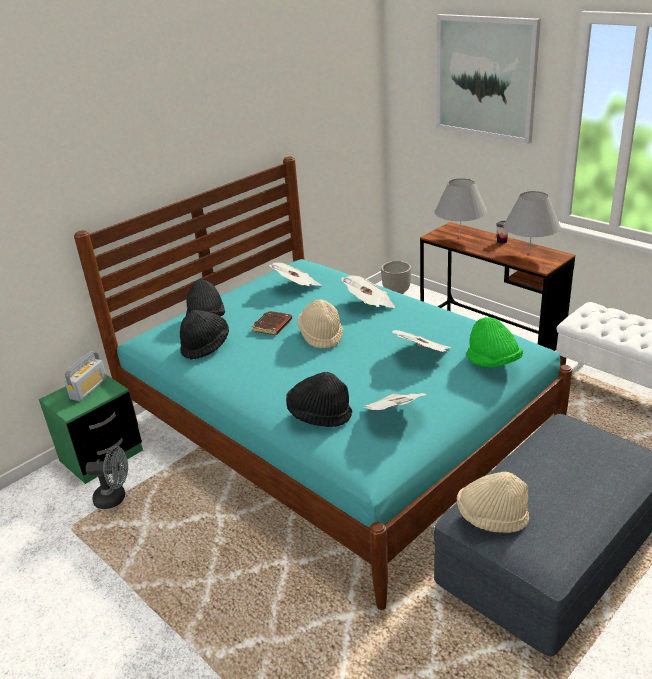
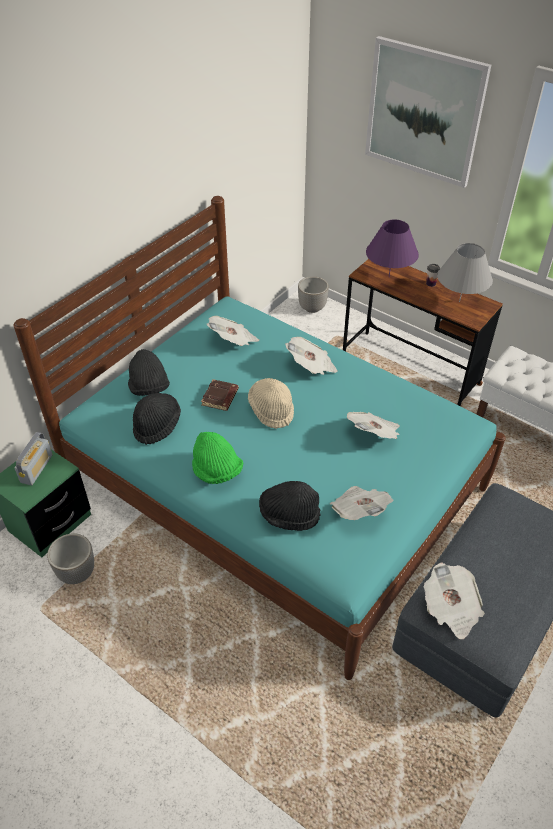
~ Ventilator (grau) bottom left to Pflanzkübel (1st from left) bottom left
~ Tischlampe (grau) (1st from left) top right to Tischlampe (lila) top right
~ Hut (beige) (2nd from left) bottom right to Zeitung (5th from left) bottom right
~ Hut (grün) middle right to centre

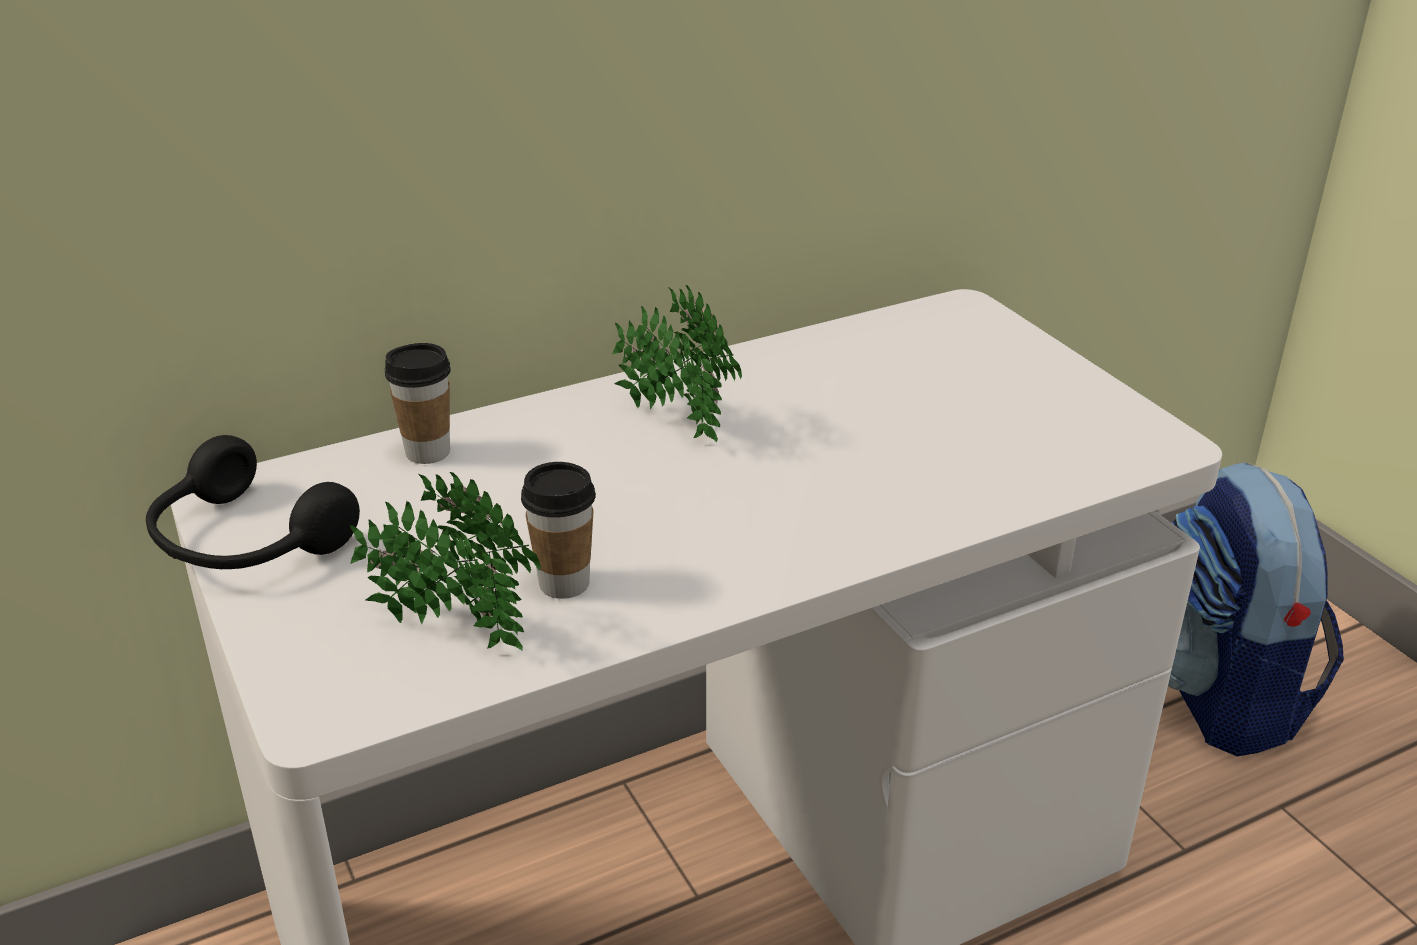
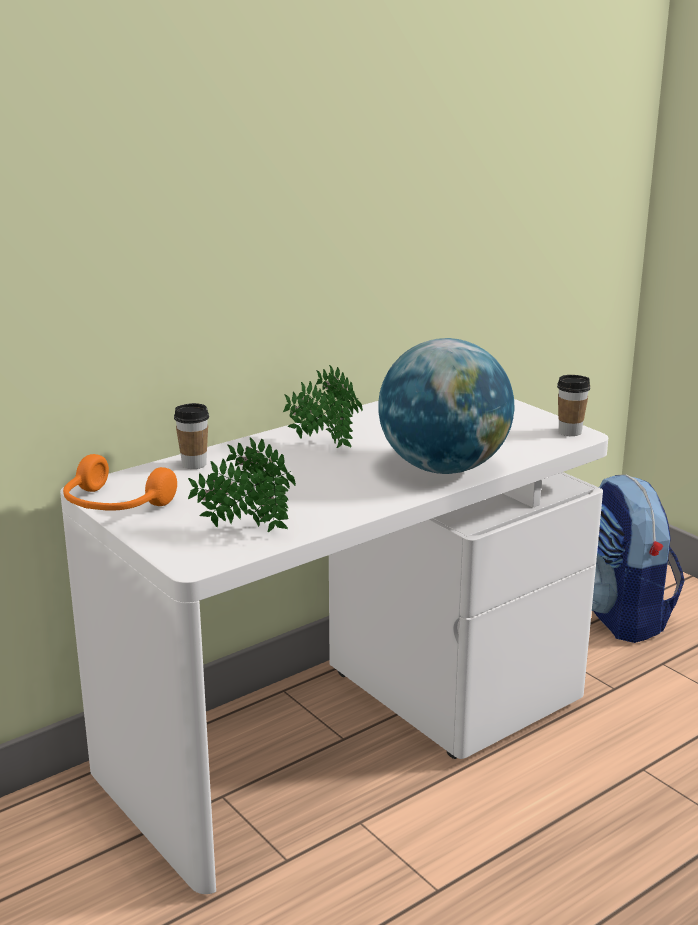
~ Kopfhörer (schwarz) middle left to Kopfhörer (orange) middle left
~ Tasse (2nd from left) centre to middle right
+ Globus centre

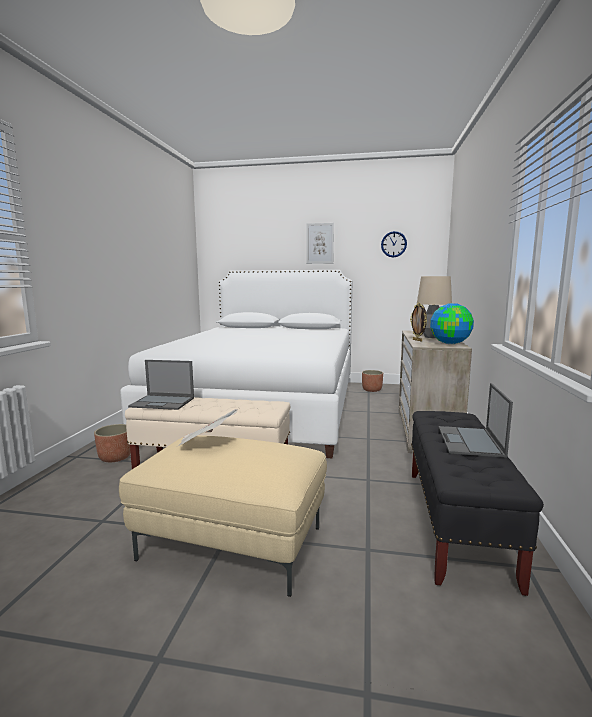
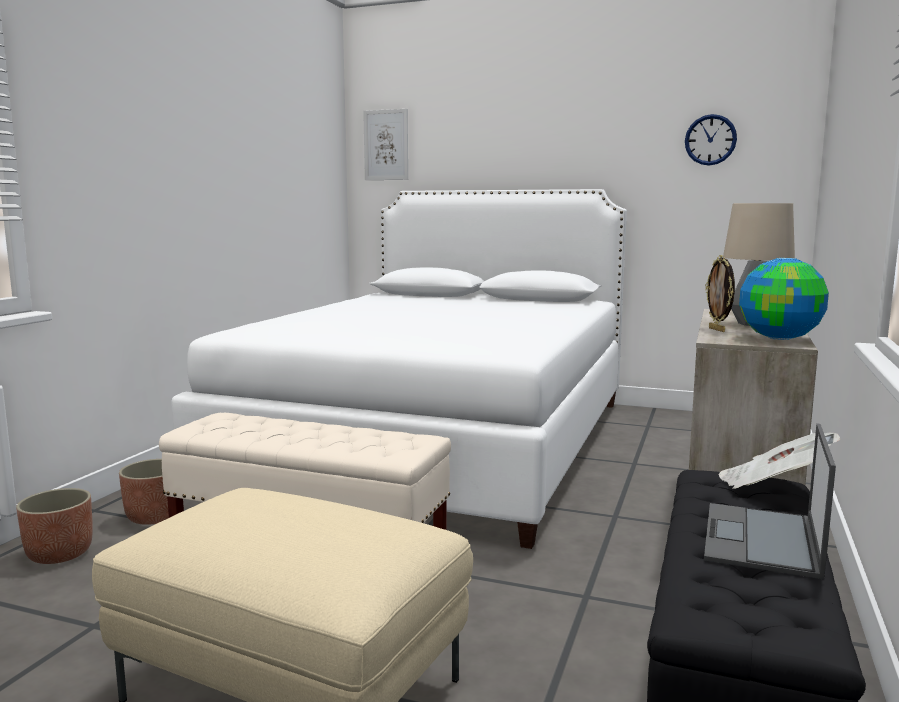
- Laptop (1st from left) middle left
~ Zeitung centre to middle right
~ Bild centre to top centre
~ Pflanzkübel (2nd from left in the first image) centre to Pflanzkübel (1st from left) bottom left

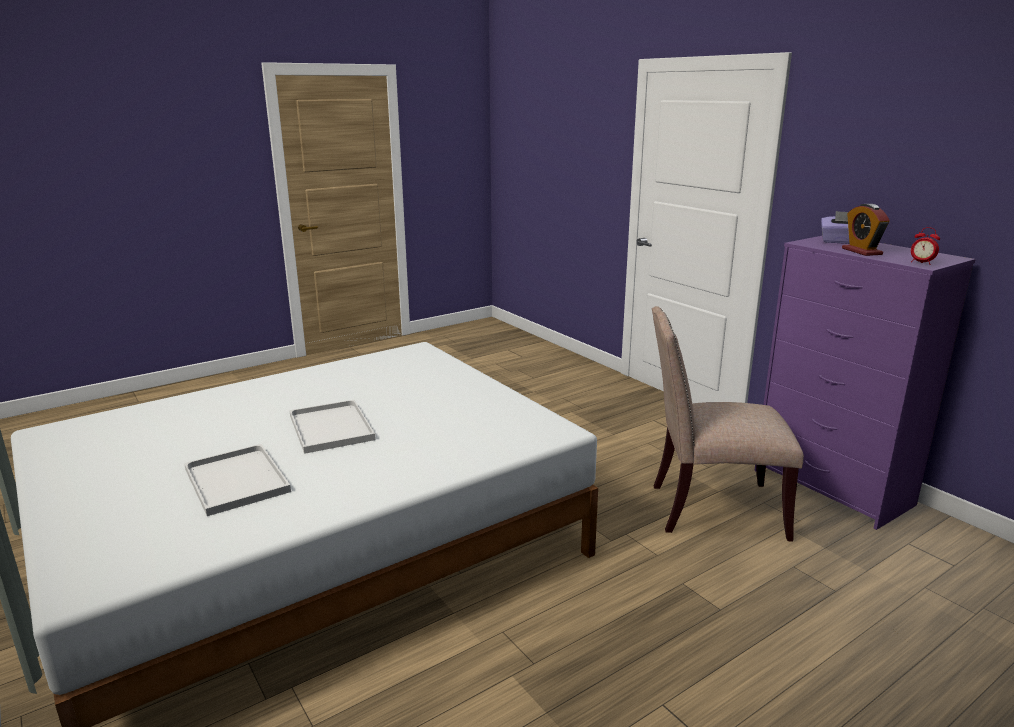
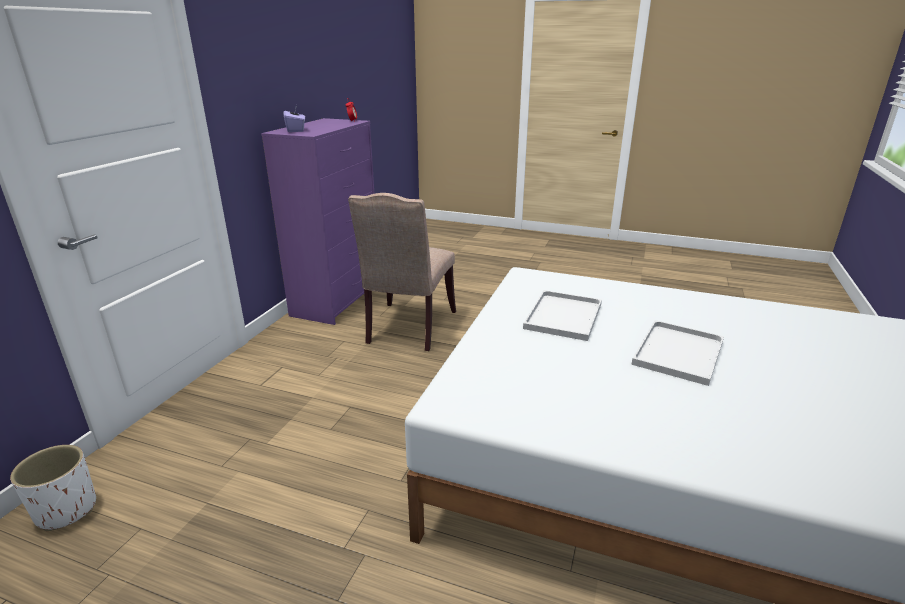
~ Tablett (weiß) (1st from left) middle left to centre
~ Stuhl (beige) middle right = centre 45 degrees clockwise
- Wecker (1st from left) top right
+ Pflanzkübel (weiß) bottom left

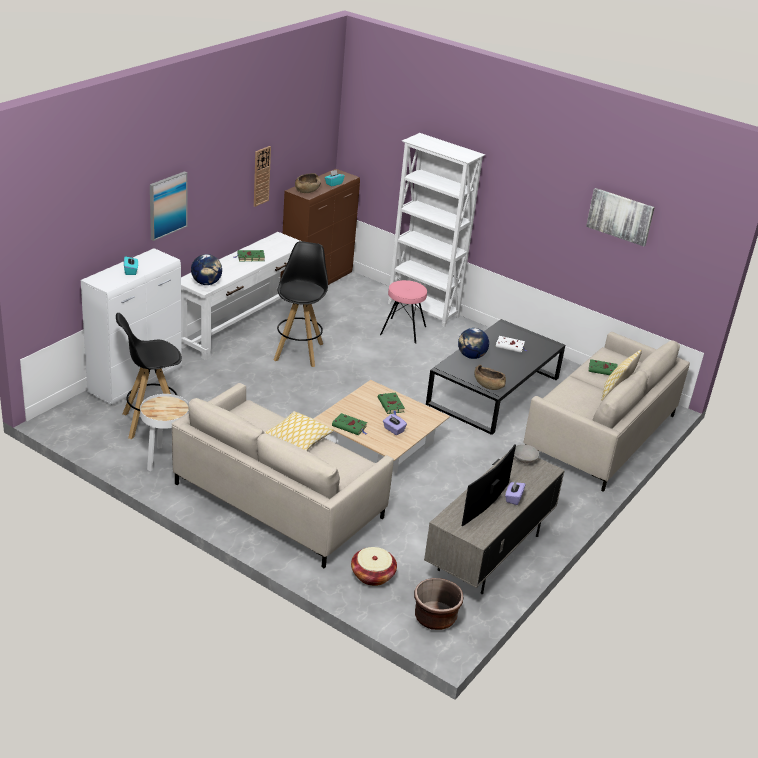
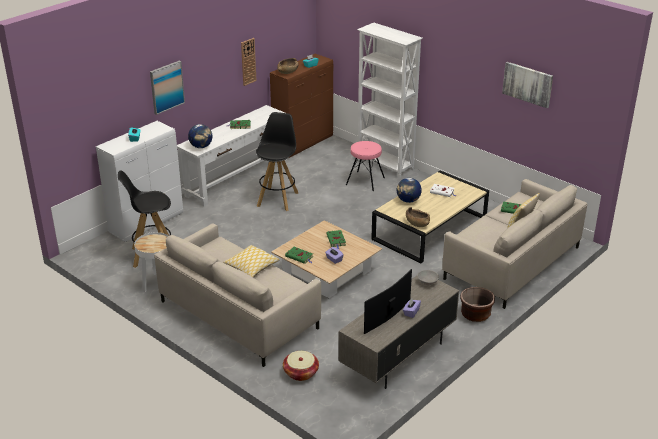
~ Pflanzkübel (braun) bottom centre to bottom right
~ Couchtisch (schwarz) centre to Couchtisch (beige) (2nd from left) centre

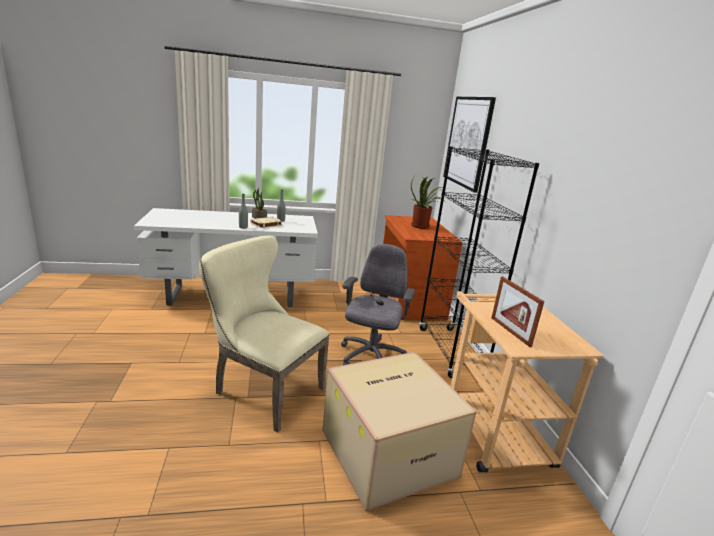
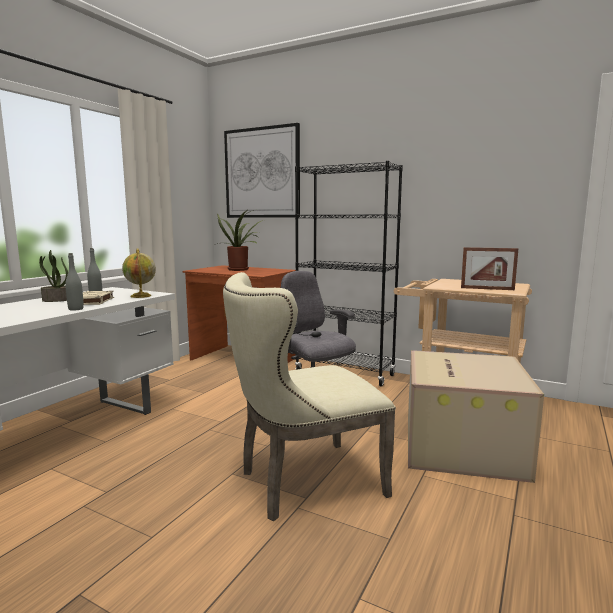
+ Globus middle left

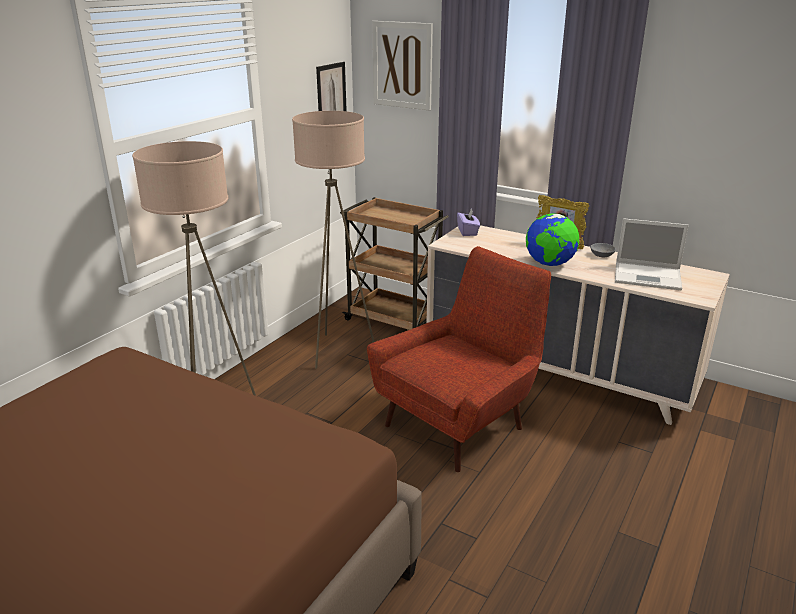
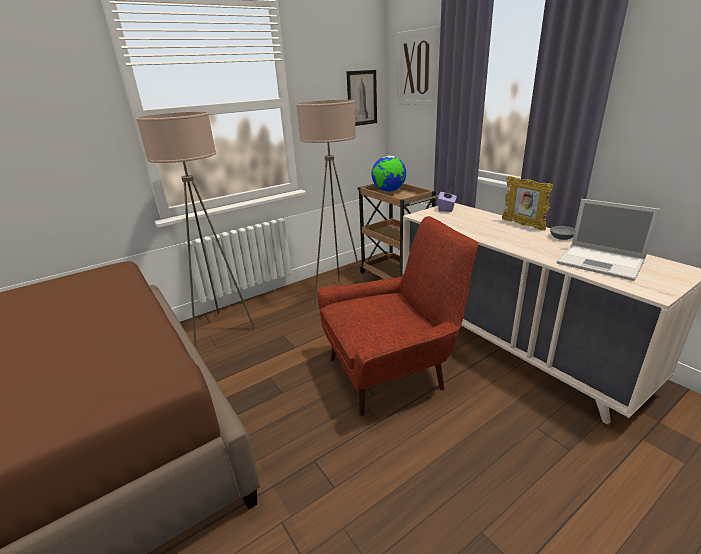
~ Globus middle right to top centre

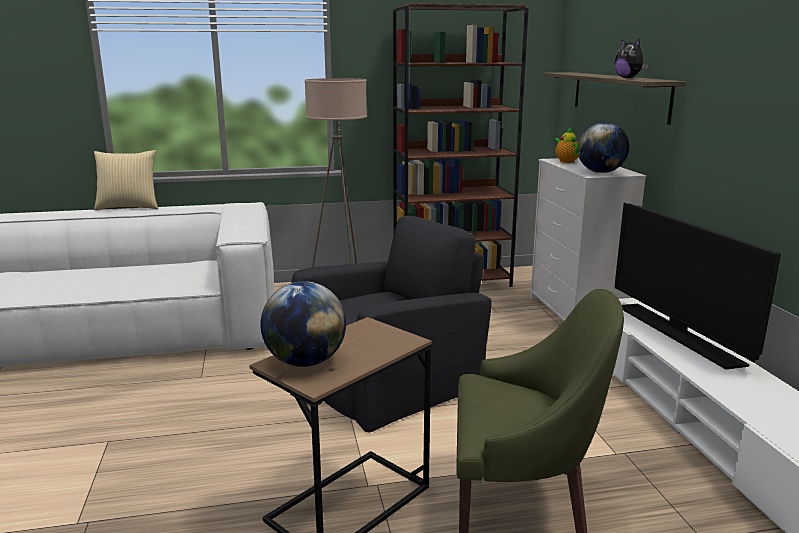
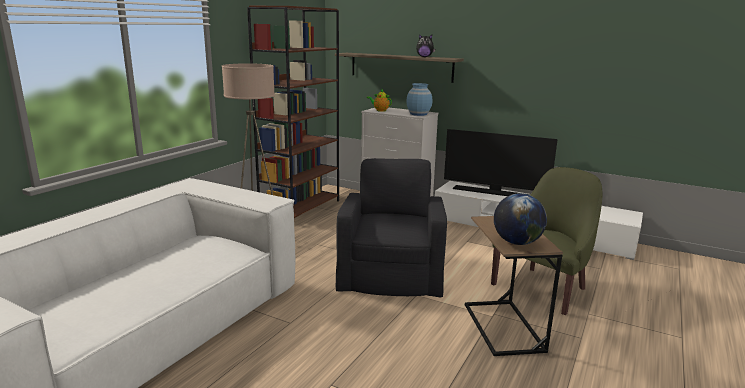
- Kissen middle left
~ Globus (2nd from left) top right to Vase (blau) top centre

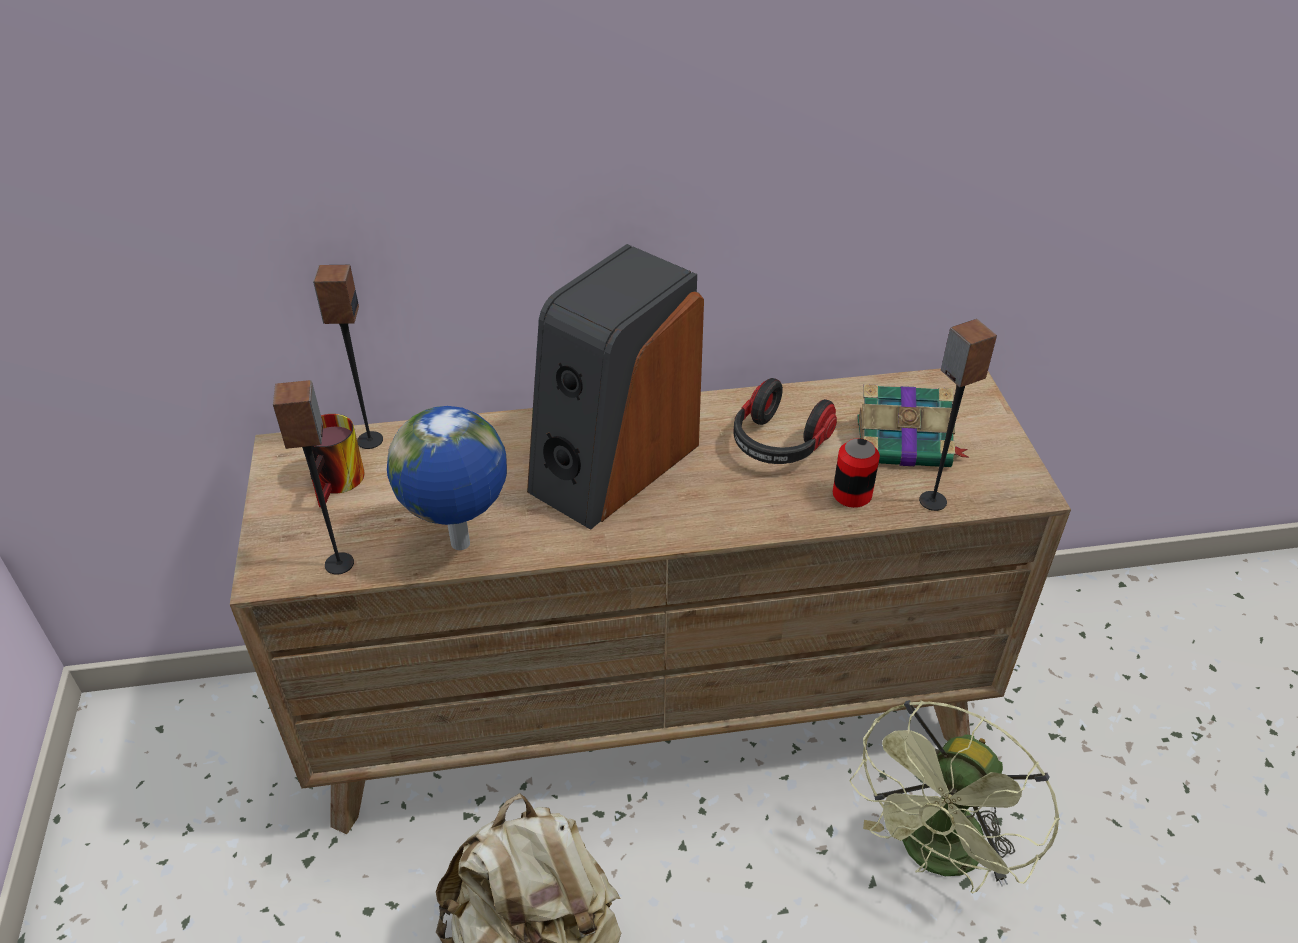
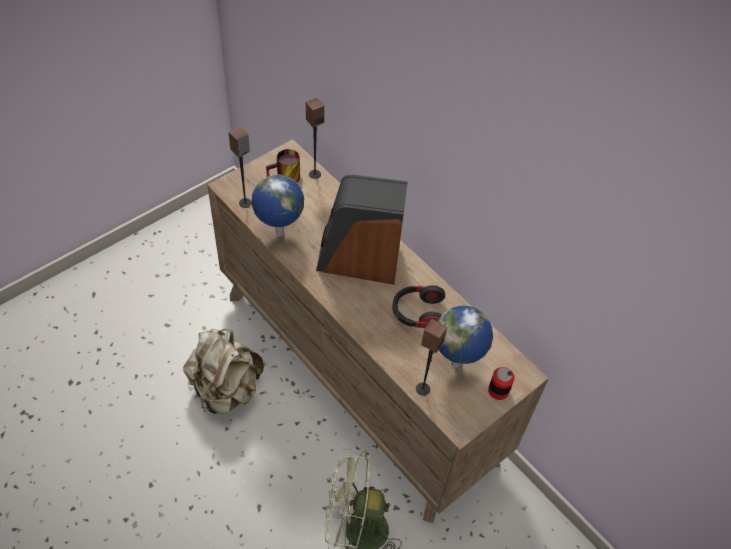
~ Dose centre to bottom right
~ Buch middle right to Globus (2nd from left) centre

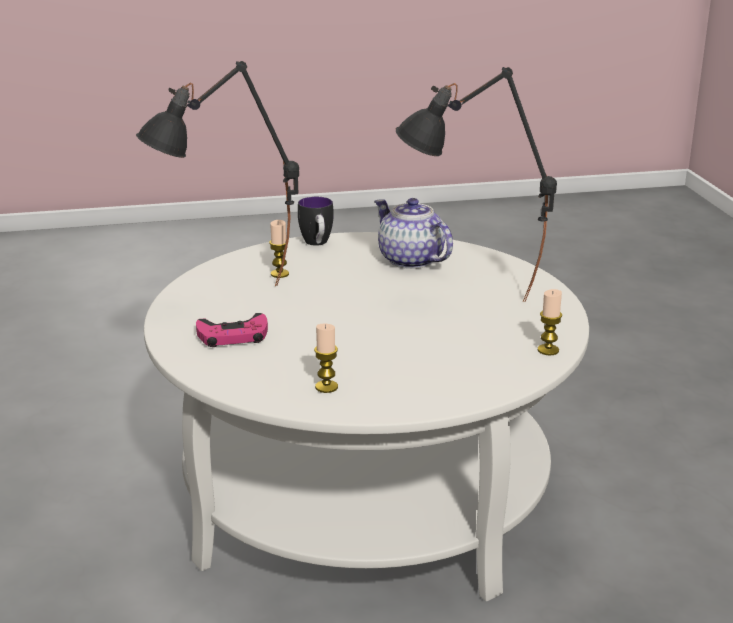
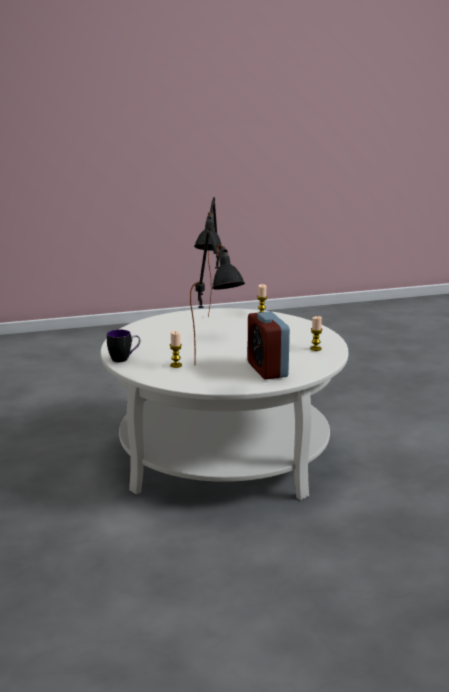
~ Gamepad (rosa) middle left to Wecker centre
- Teekanne centre

